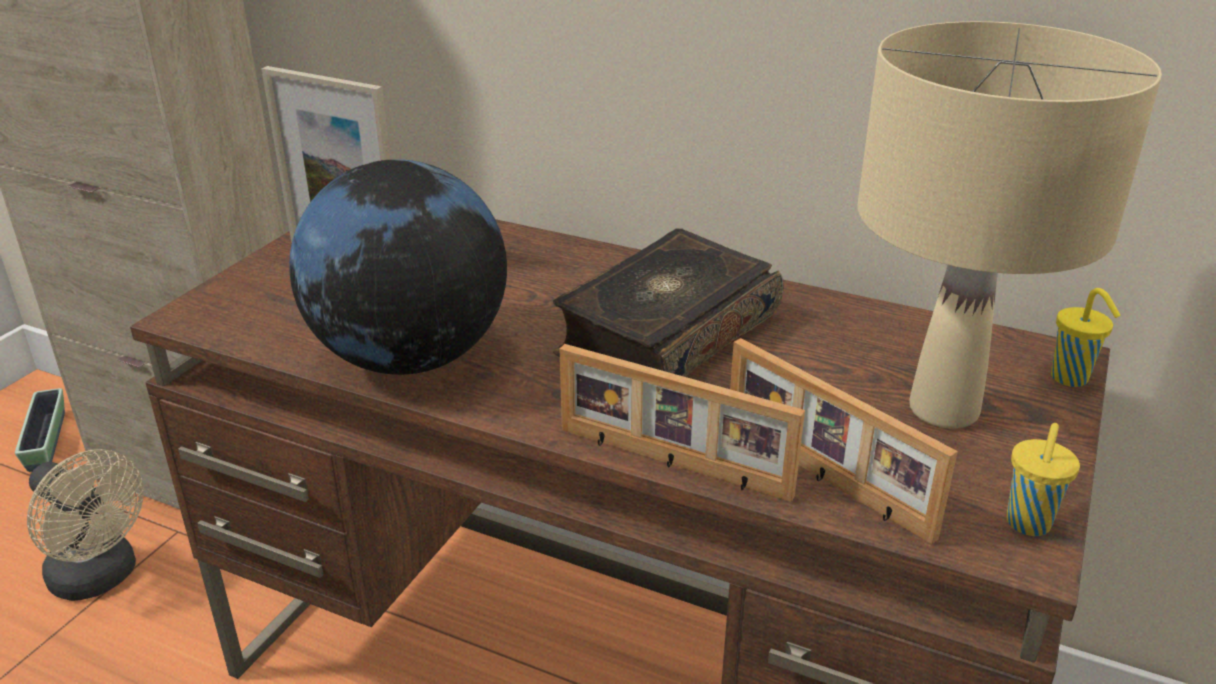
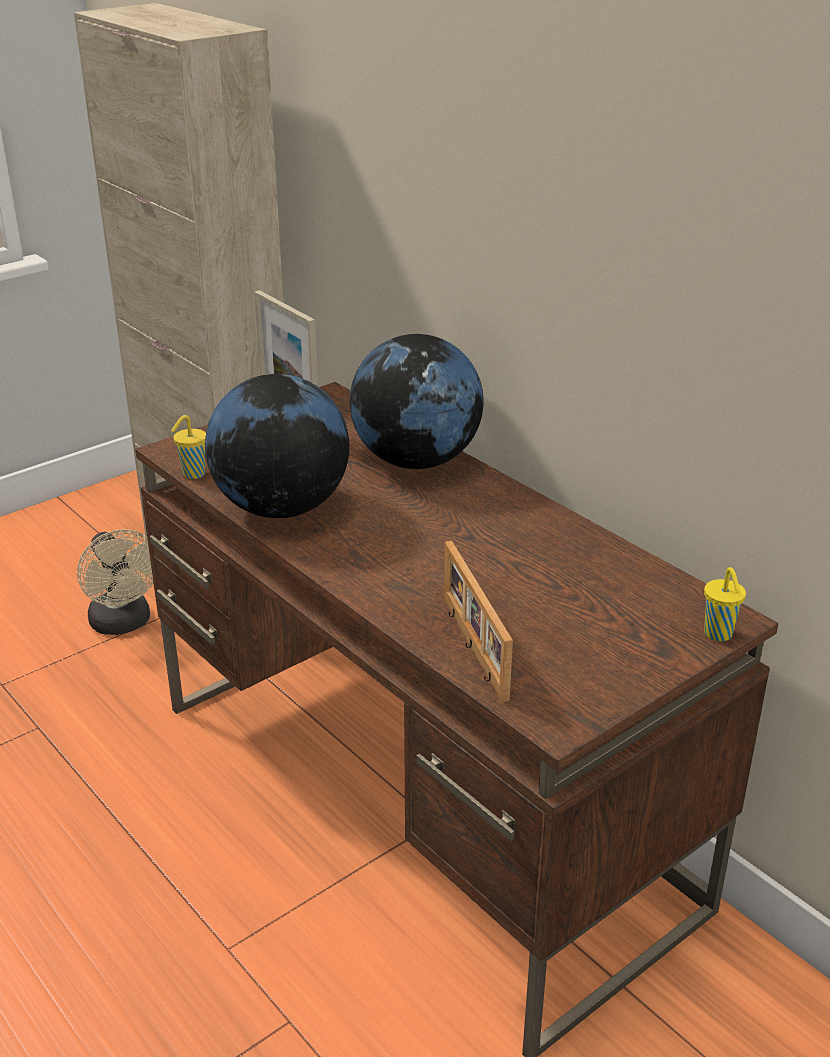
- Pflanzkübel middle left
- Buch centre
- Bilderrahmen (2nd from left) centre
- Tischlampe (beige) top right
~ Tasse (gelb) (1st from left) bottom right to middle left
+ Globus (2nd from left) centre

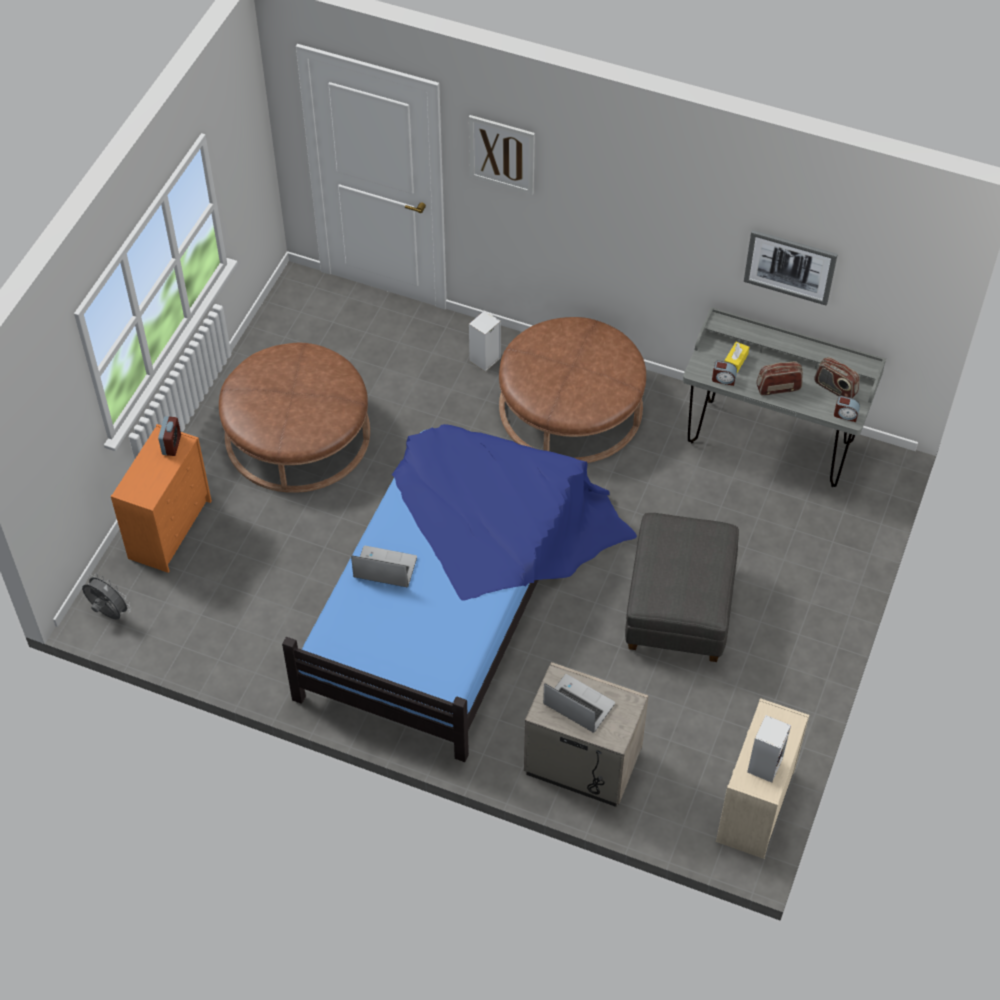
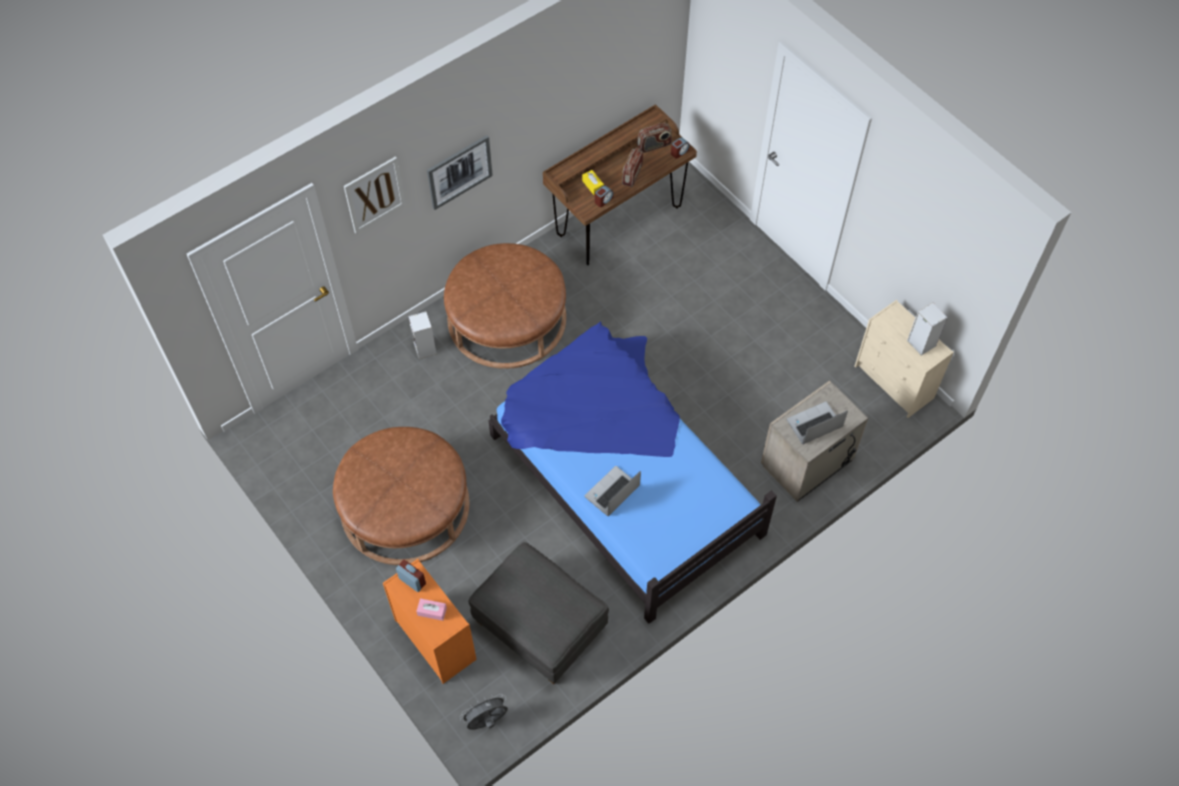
~ Polsterhocker (grau) middle right to bottom centre
~ Schreibtisch (grau) middle right to Schreibtisch (braun) top centre
~ Bild (2nd from left) top right to top centre
+ Taschentuchbox (rosa) bottom centre

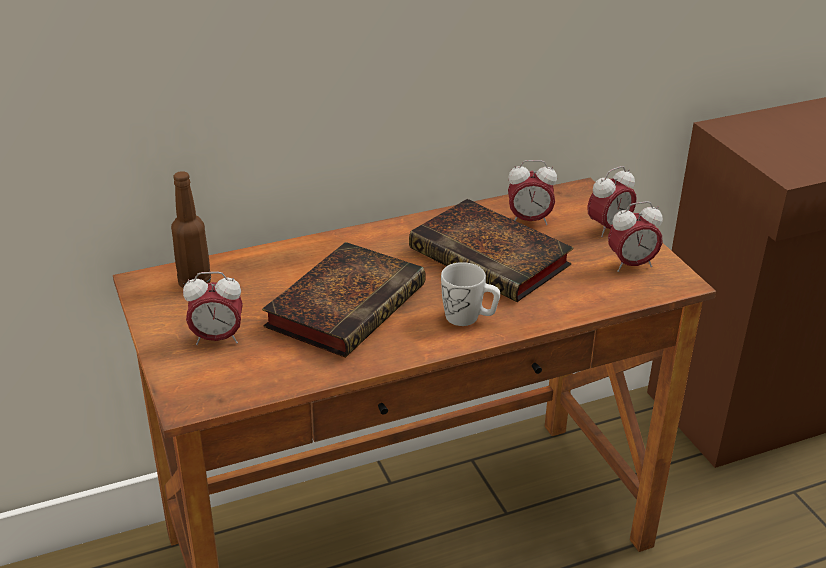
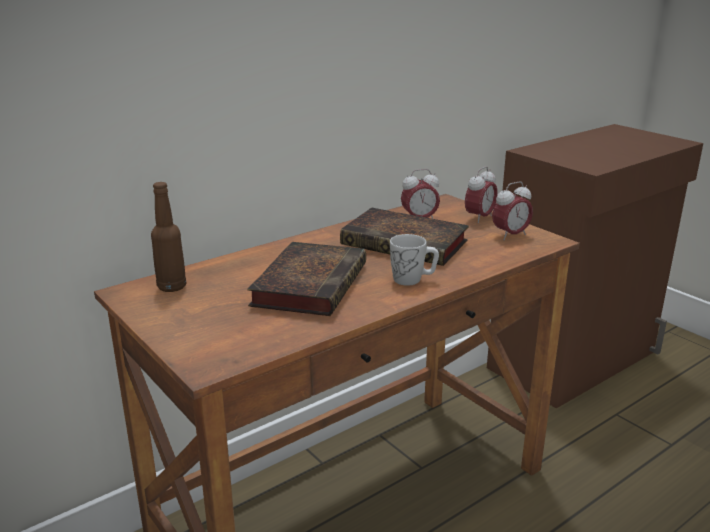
- Wecker (1st from left) middle left

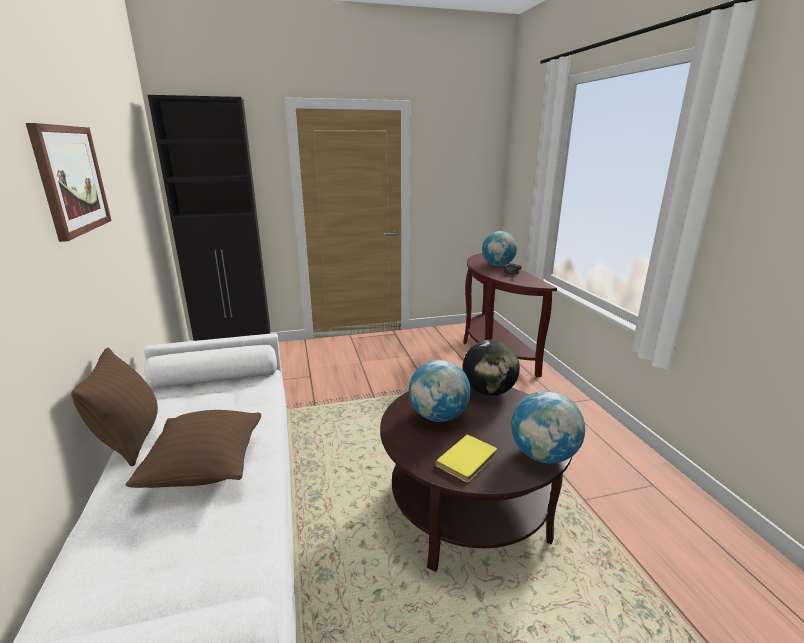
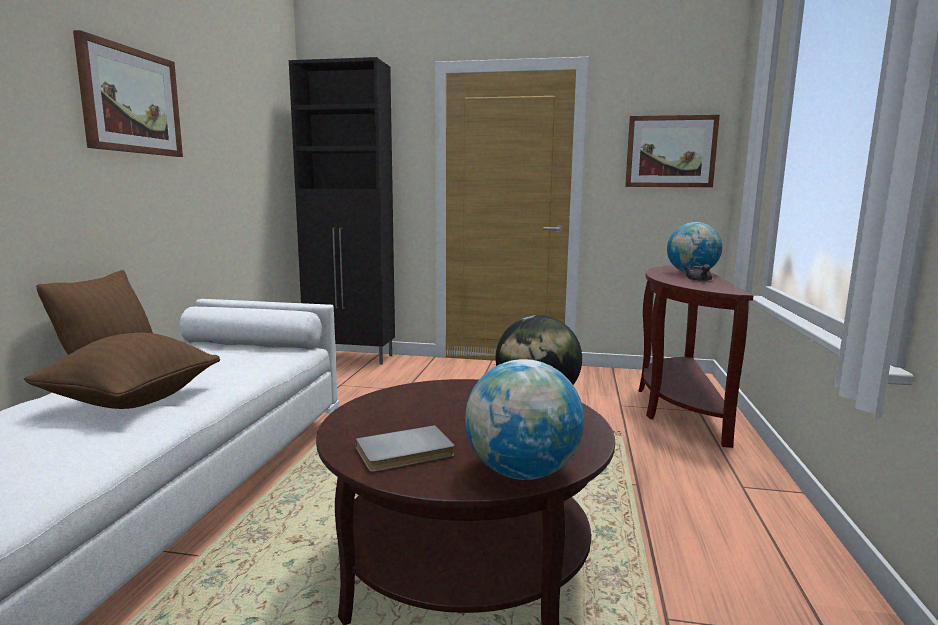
- Globus (1st from left) centre
~ Buch (gelb) bottom centre to Buch (grau) bottom centre
+ Bild (2nd from left) top right

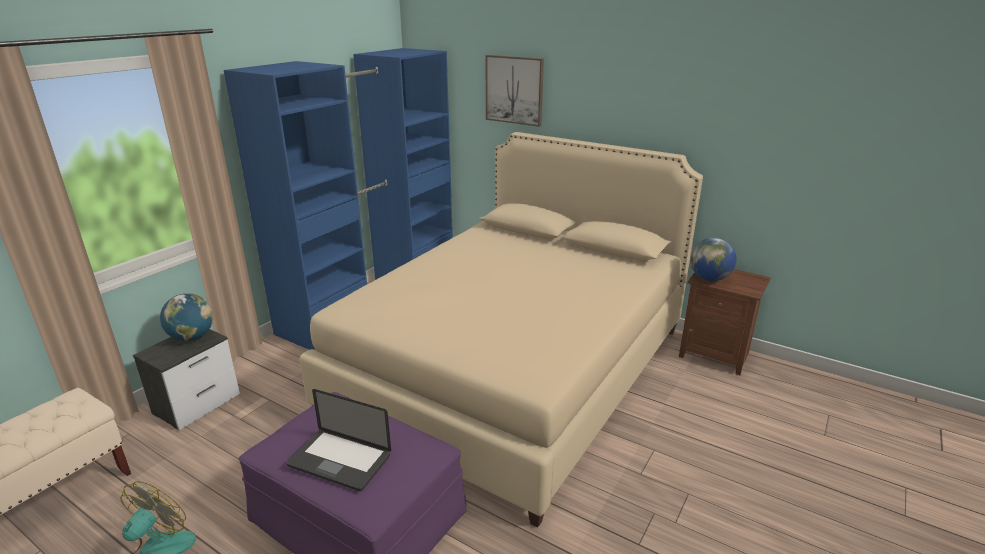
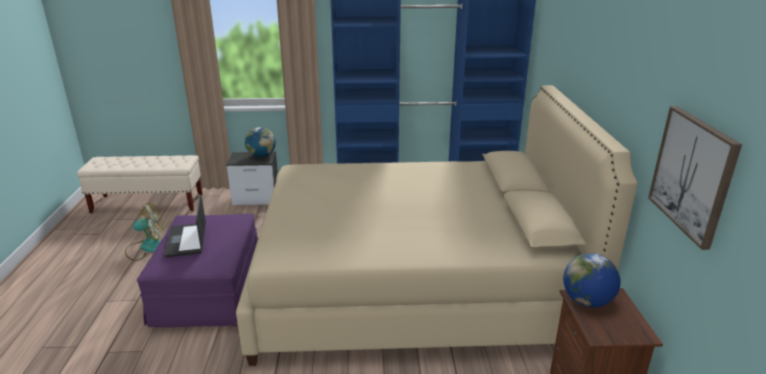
~ Bild top centre to middle right

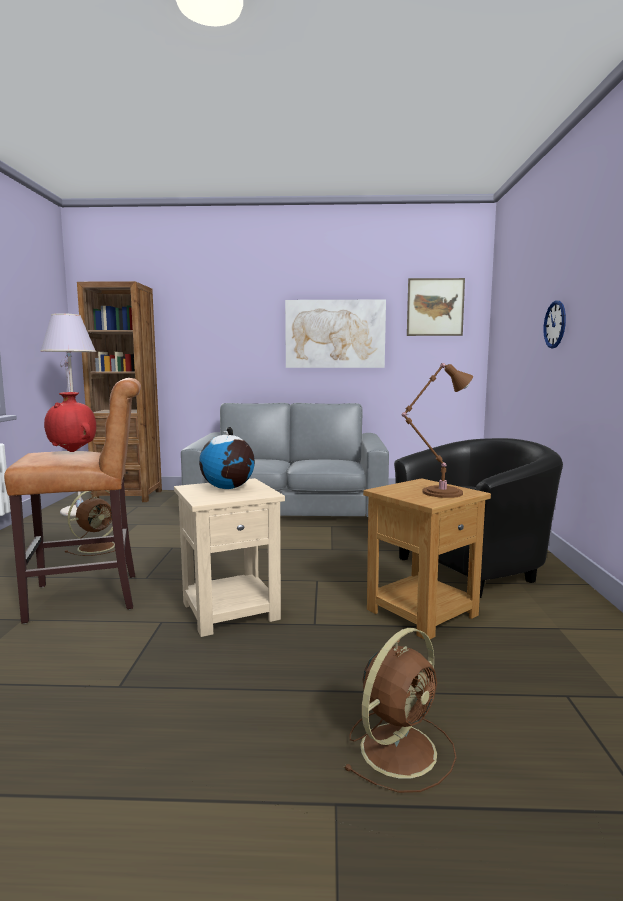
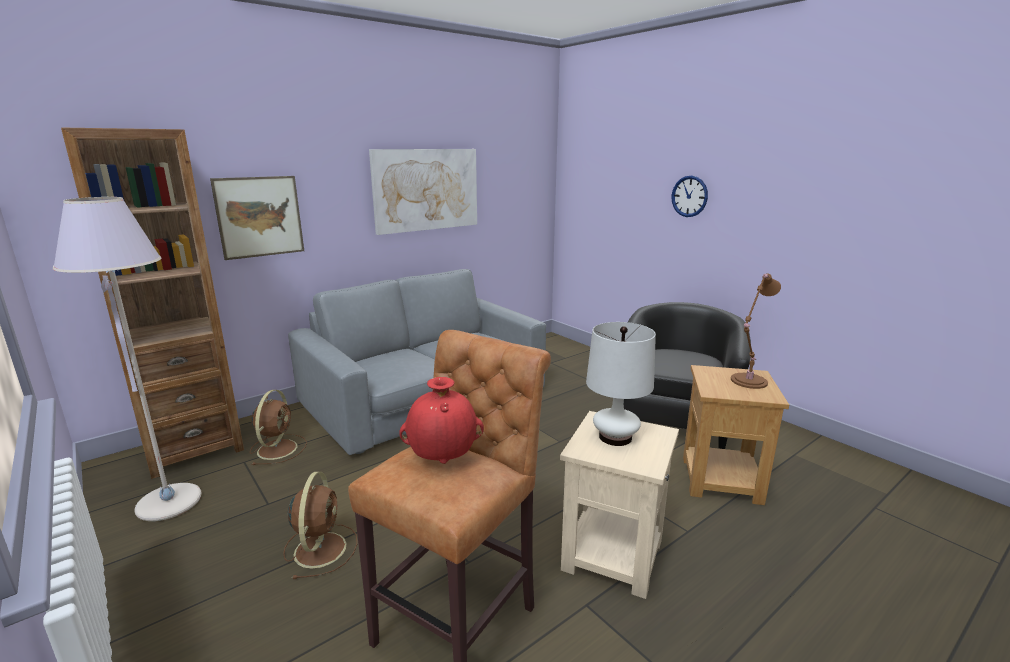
~ Globus centre to Tischlampe (weiß) centre
~ Ventilator (braun) (2nd from left in the first image) bottom centre to Ventilator (braun) (1st from left) middle left
~ Bild (2nd from left in the first image) middle right to Bild (1st from left) top left

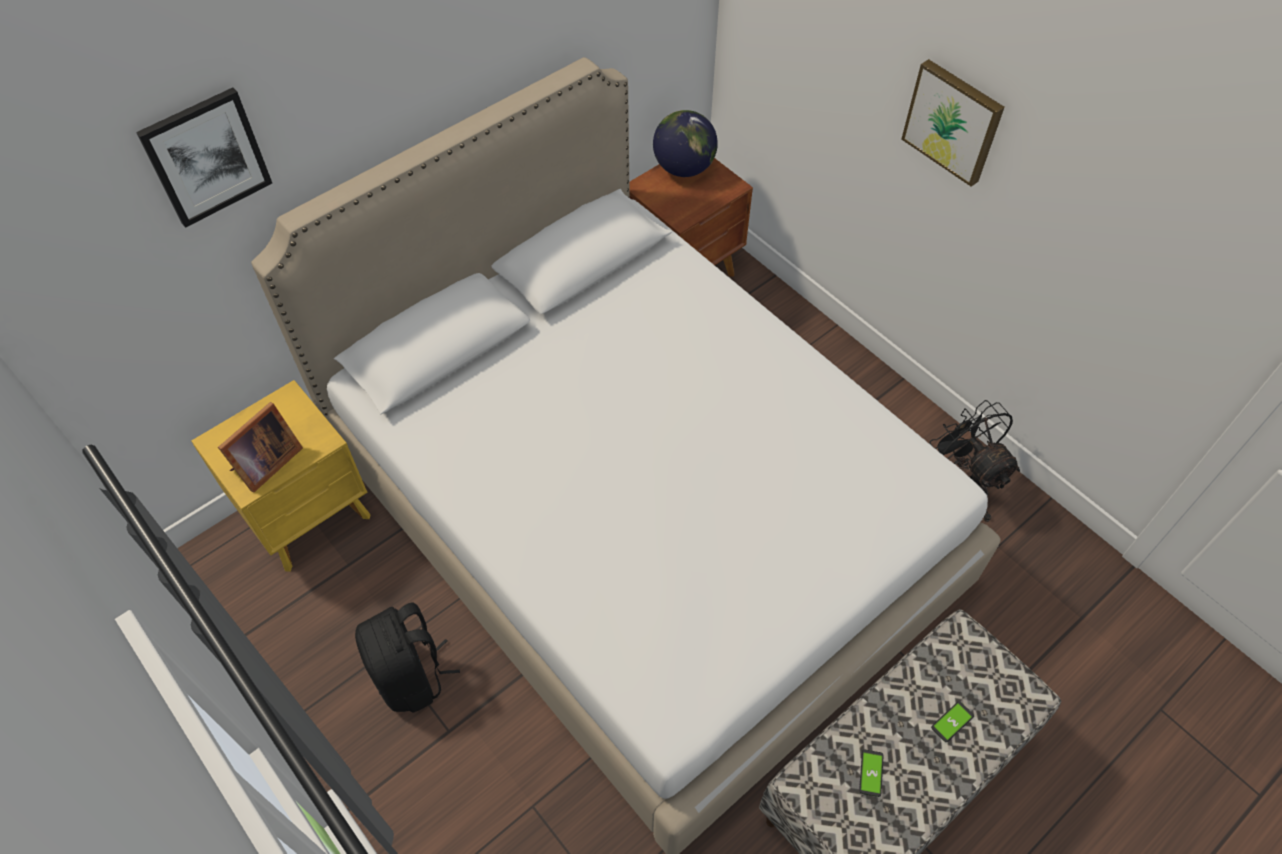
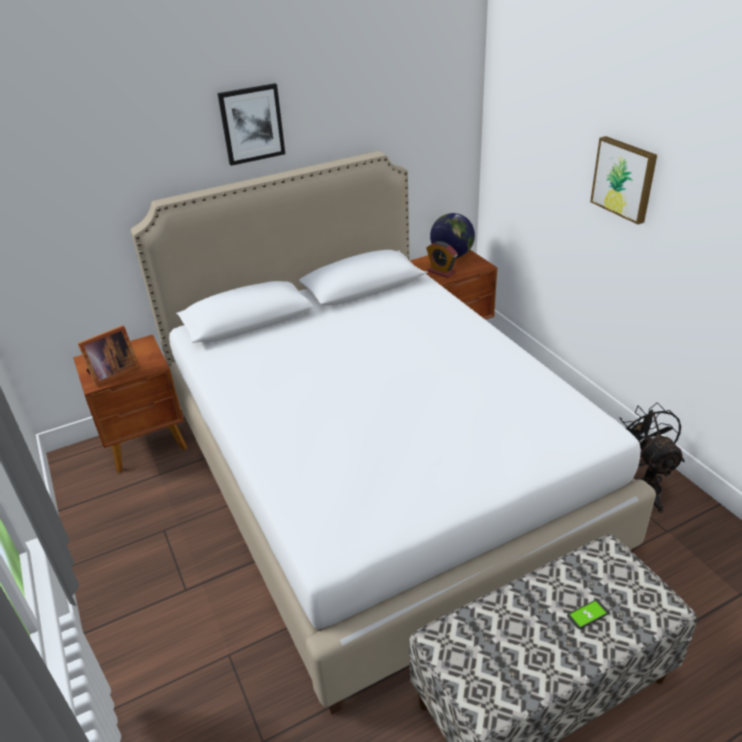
~ Bild (1st from left) top left to top centre
~ Nachttisch (gelb) middle left to Nachttisch (braun) (1st from left) middle left
- Rucksack (schwarz) bottom left
- Handy (1st from left) bottom right
+ Wecker centre

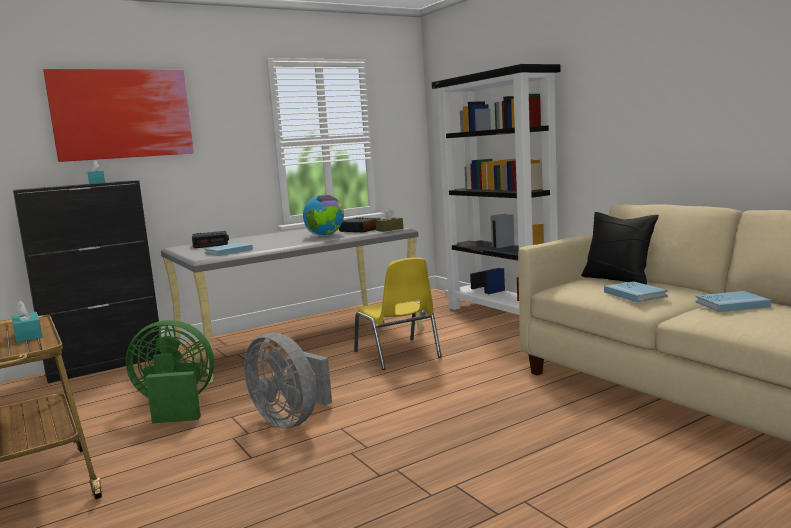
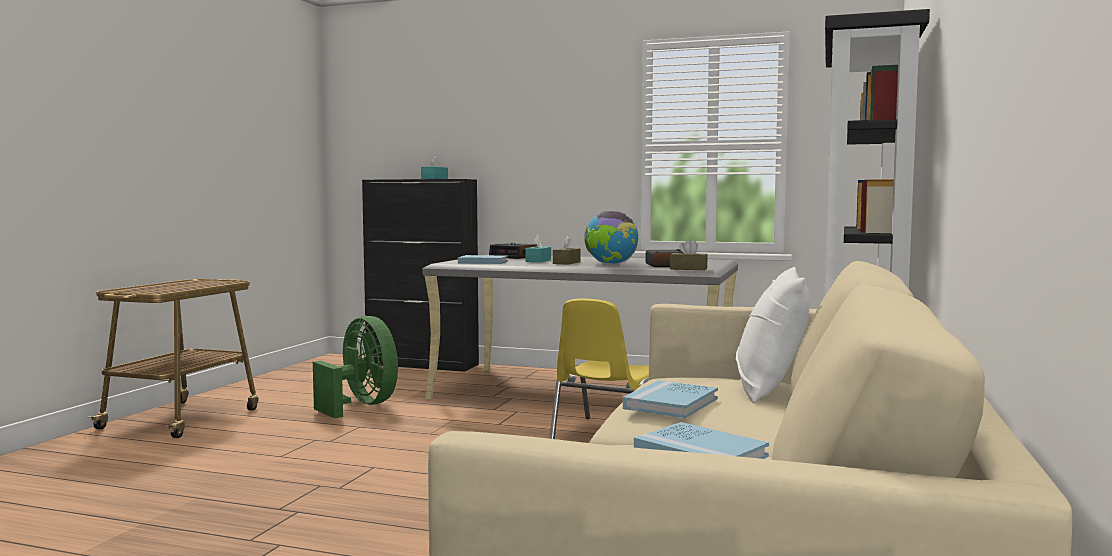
~ Taschentuchbox (türkis) (1st from left in the first image) middle left to Taschentuchbox (türkis) (2nd from left) centre
- Bild top left
- Ventilator (grau) bottom centre
~ Kissen (schwarz) middle right to Kissen (weiß) middle right
+ Taschentuchbox (braun) (1st from left) centre

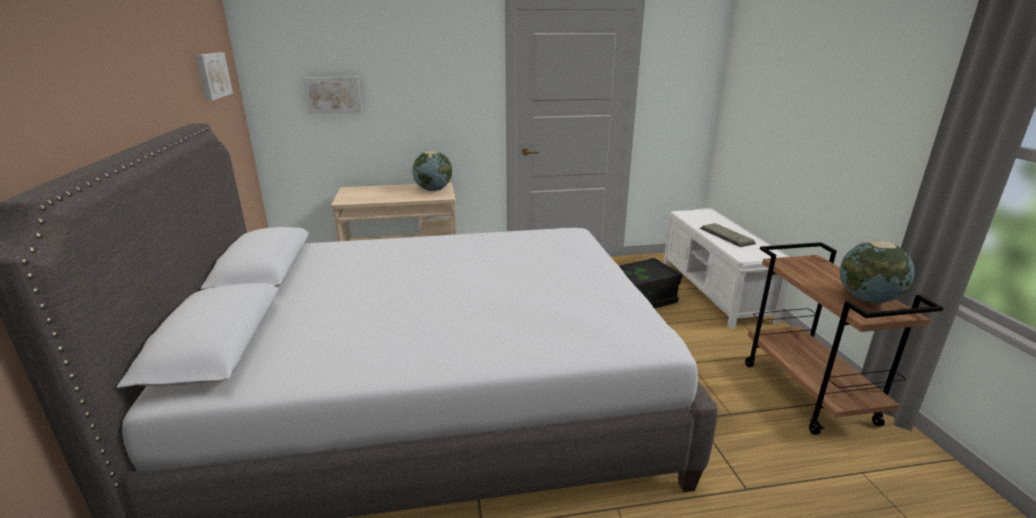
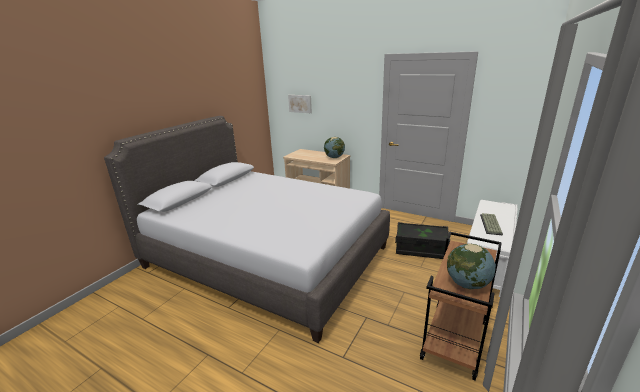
- Bild (1st from left) top left

